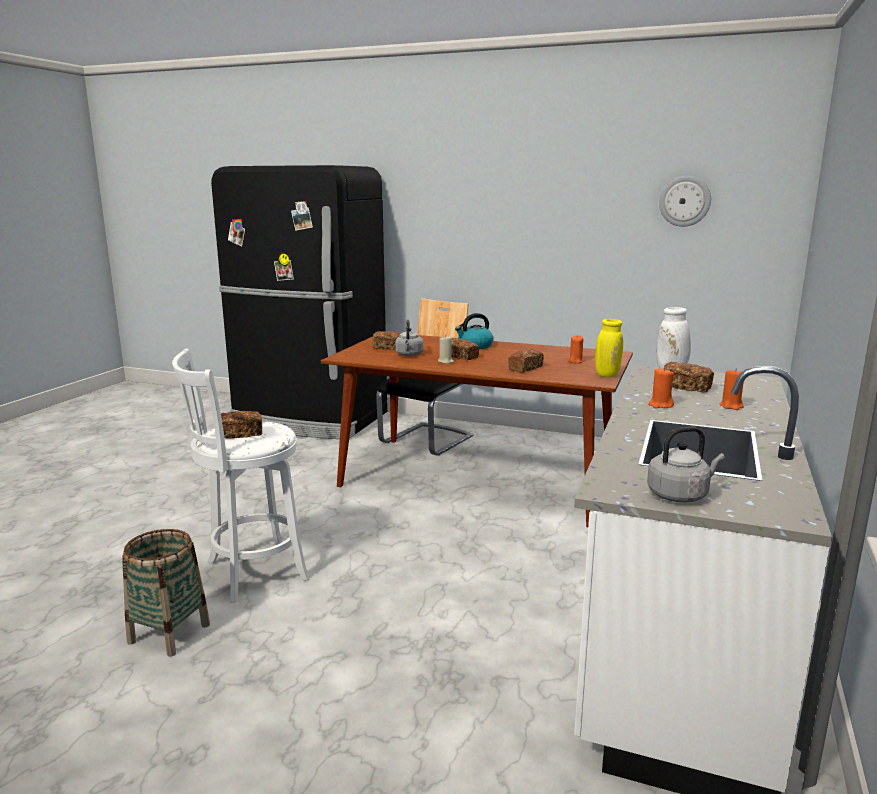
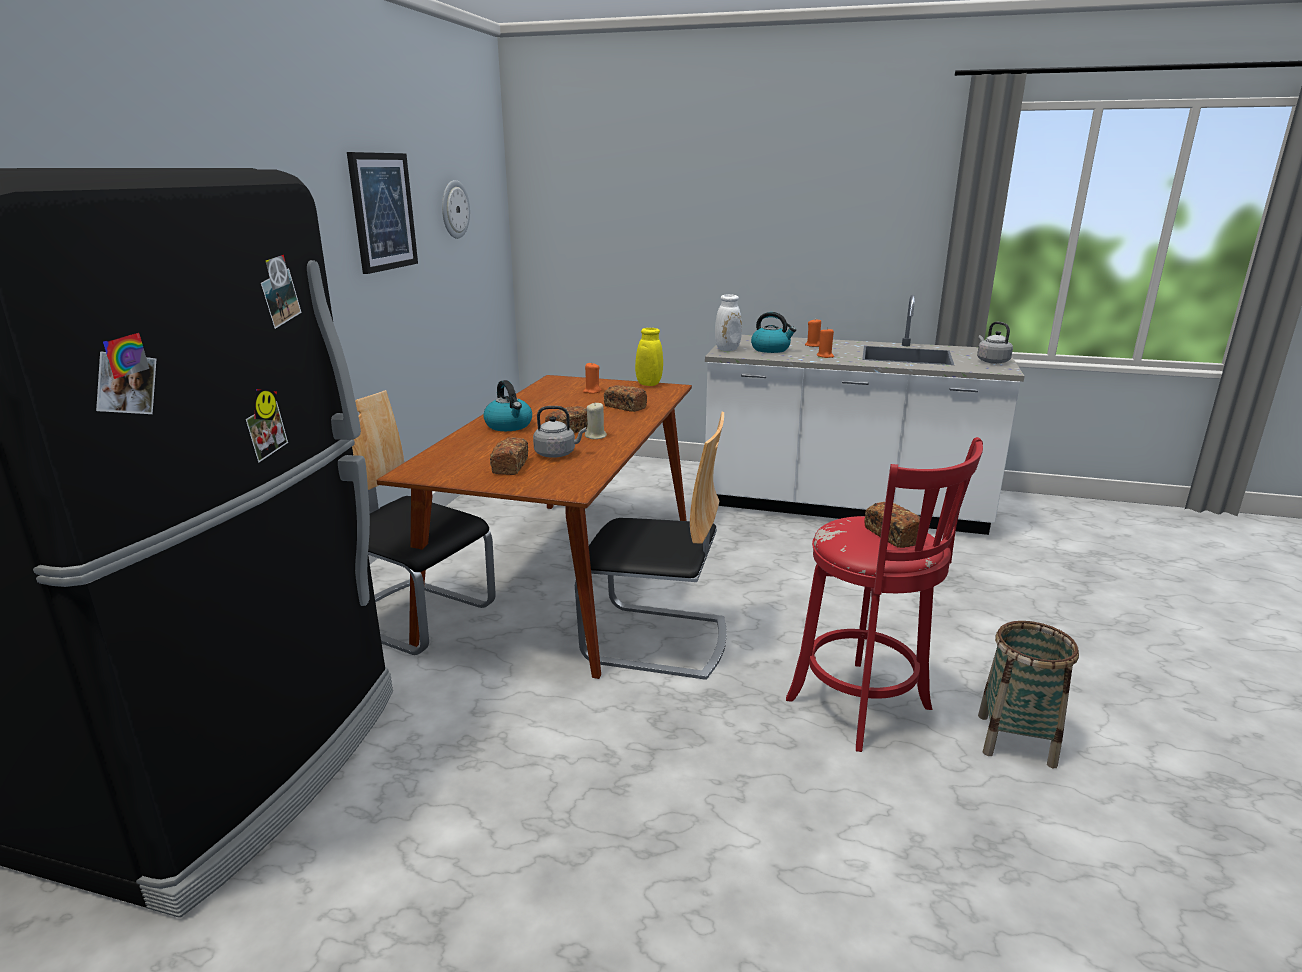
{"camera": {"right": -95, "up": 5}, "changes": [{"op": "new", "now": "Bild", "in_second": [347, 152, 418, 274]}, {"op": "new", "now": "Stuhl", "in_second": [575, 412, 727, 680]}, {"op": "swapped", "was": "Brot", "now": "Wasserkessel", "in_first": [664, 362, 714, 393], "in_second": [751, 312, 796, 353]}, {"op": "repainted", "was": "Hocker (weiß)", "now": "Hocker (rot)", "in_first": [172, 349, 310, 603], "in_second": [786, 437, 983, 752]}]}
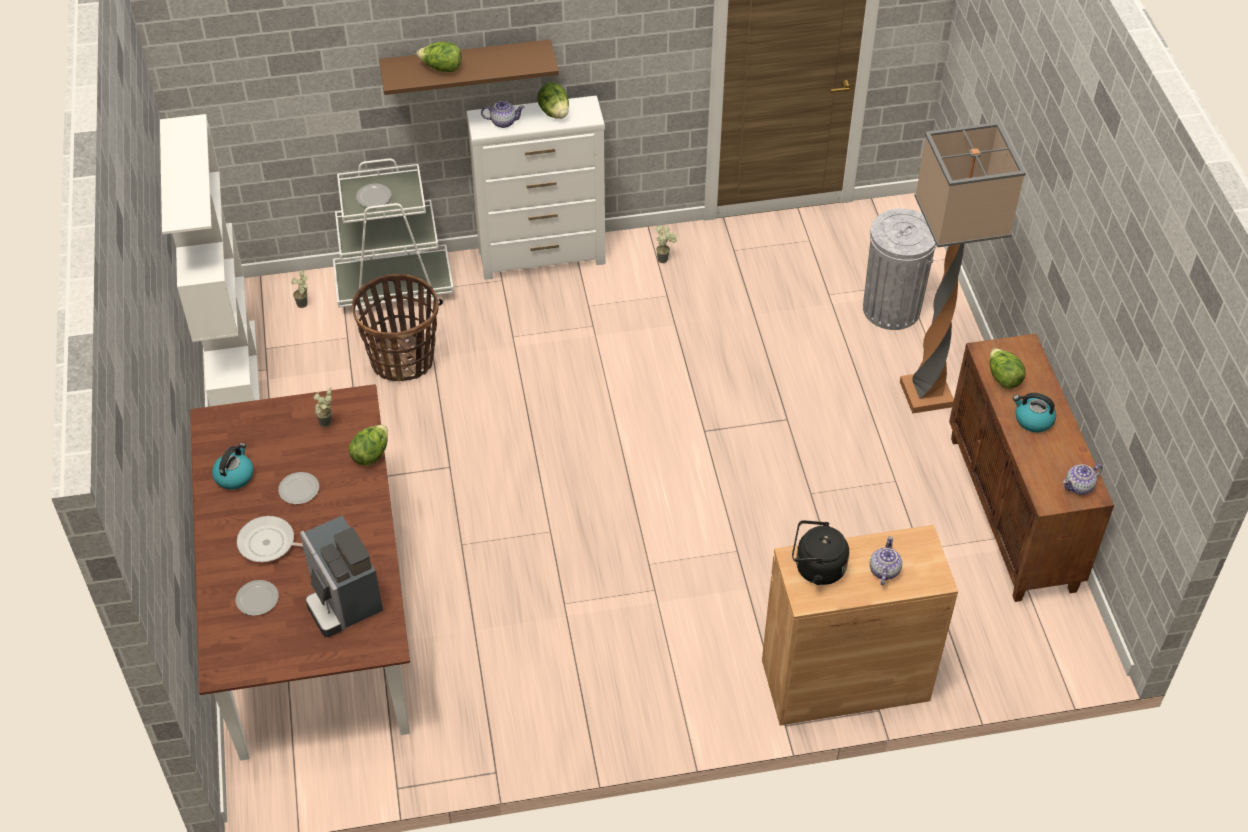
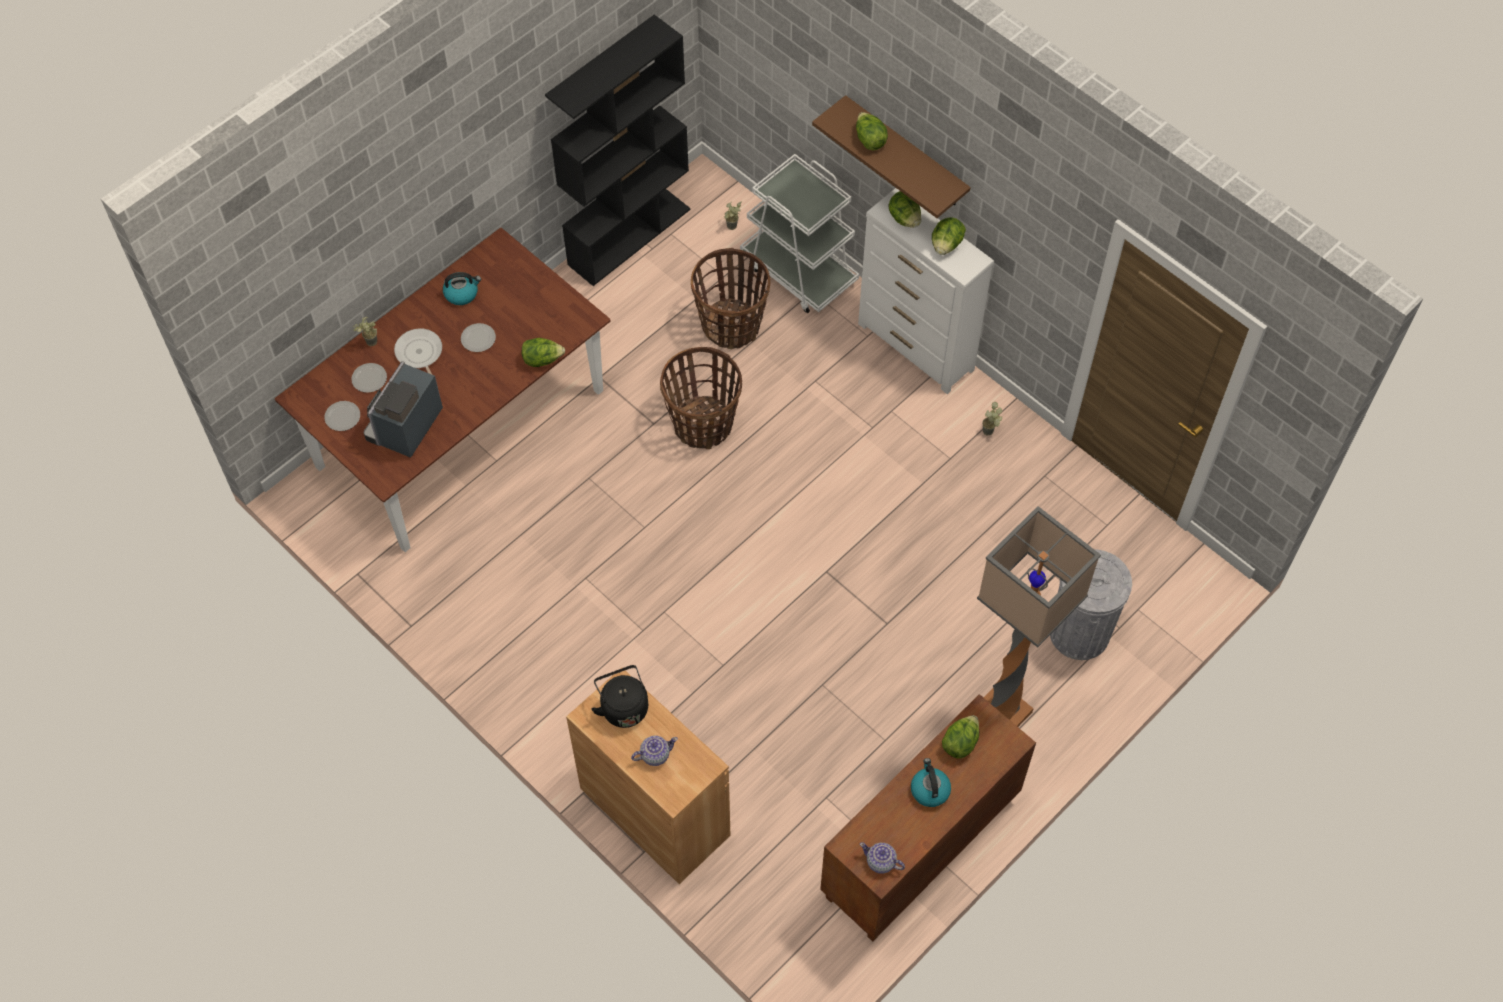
{"camera": {"right": 55, "up": 10}, "changes": [{"op": "shifted", "was": "Teller", "in_first": [356, 184, 391, 207], "in_second": [324, 401, 360, 431]}, {"op": "shifted", "was": "Topfpflanze", "in_first": [313, 388, 332, 428], "in_second": [353, 317, 377, 346]}, {"op": "repainted", "was": "Bücherregal (weiß)", "now": "Bücherregal (schwarz)", "in_first": [160, 114, 260, 406], "in_second": [545, 15, 690, 286]}, {"op": "new", "now": "Korb", "in_second": [660, 347, 742, 449]}, {"op": "swapped", "was": "Teekanne", "now": "Salatkopf", "in_first": [481, 101, 525, 128], "in_second": [889, 191, 921, 228]}]}
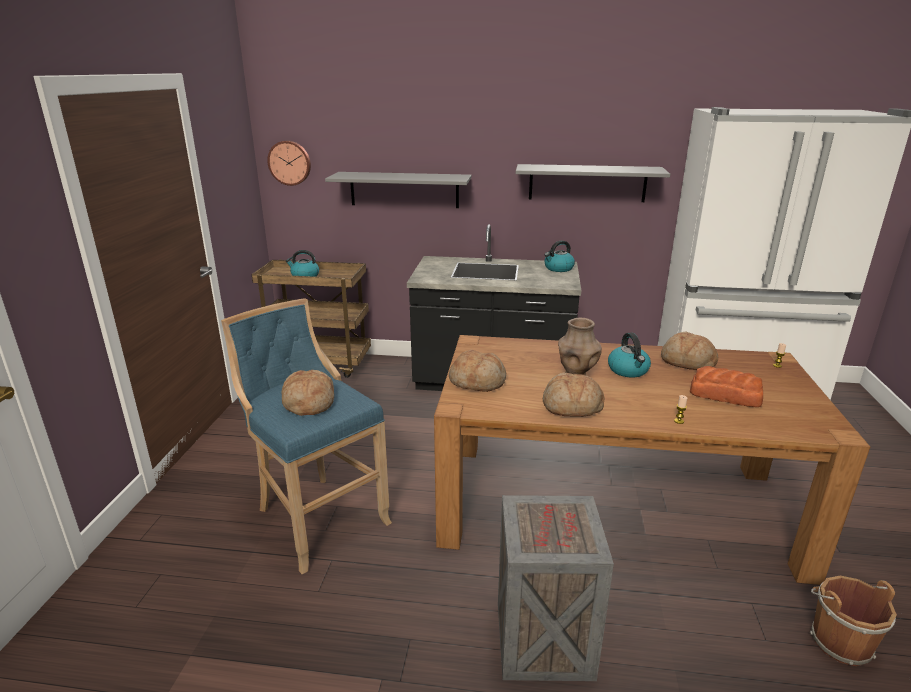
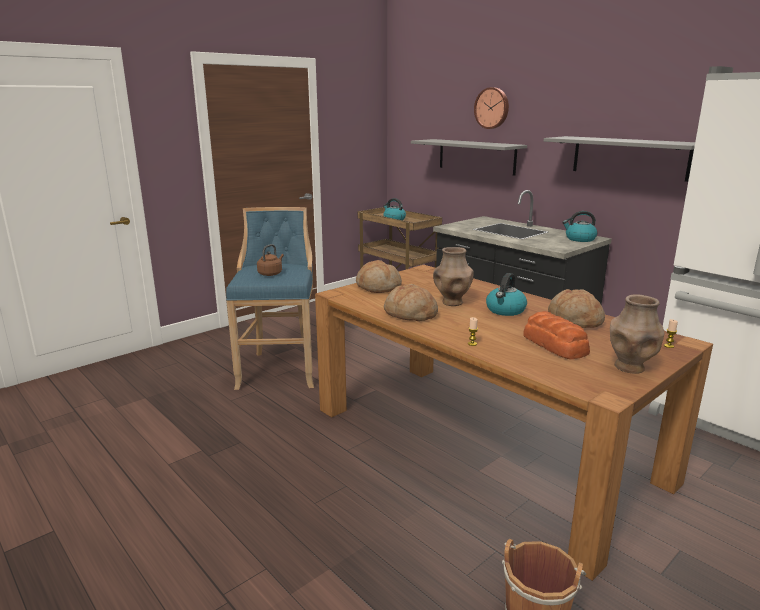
{"camera": {"right": 40, "up": -5}, "changes": [{"op": "swapped", "was": "Brot", "now": "Wasserkessel (braun)", "in_first": [282, 370, 334, 416], "in_second": [257, 244, 284, 276]}, {"op": "shifted", "was": "Wanduhr", "in_first": [267, 141, 311, 186], "in_second": [474, 87, 509, 129]}, {"op": "new", "now": "Vase (braun)", "in_second": [610, 294, 664, 374]}, {"op": "gone", "was": "Kiste", "in_first": [498, 495, 614, 681]}]}
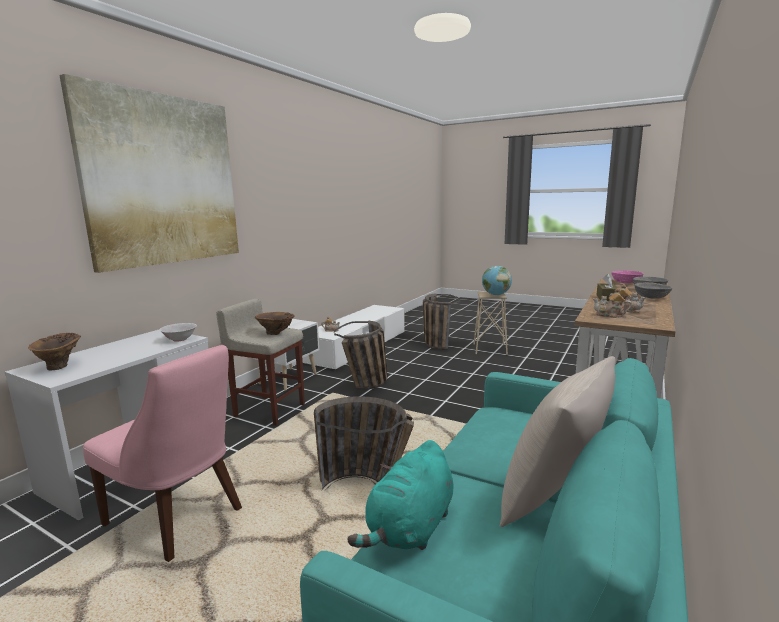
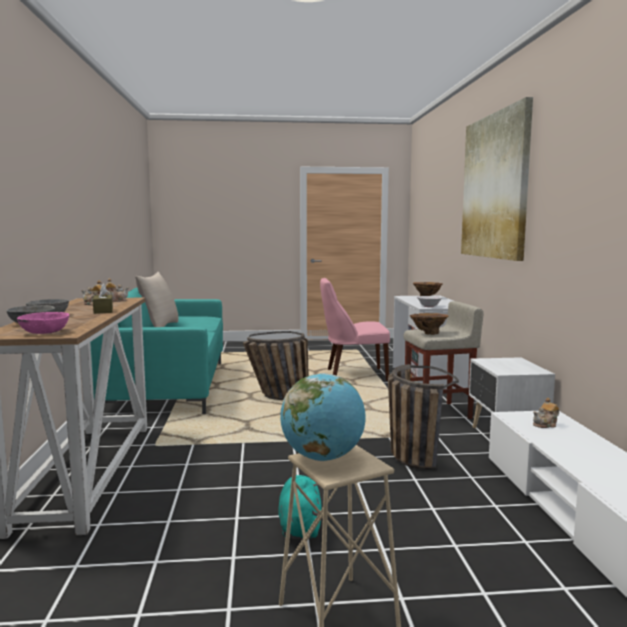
{"camera": {"right": 145, "up": -5}, "changes": [{"op": "shifted", "was": "Plüschtier (türkis)", "in_first": [348, 440, 453, 550], "in_second": [278, 475, 321, 539]}, {"op": "gone", "was": "Korb", "in_first": [423, 293, 461, 350]}]}
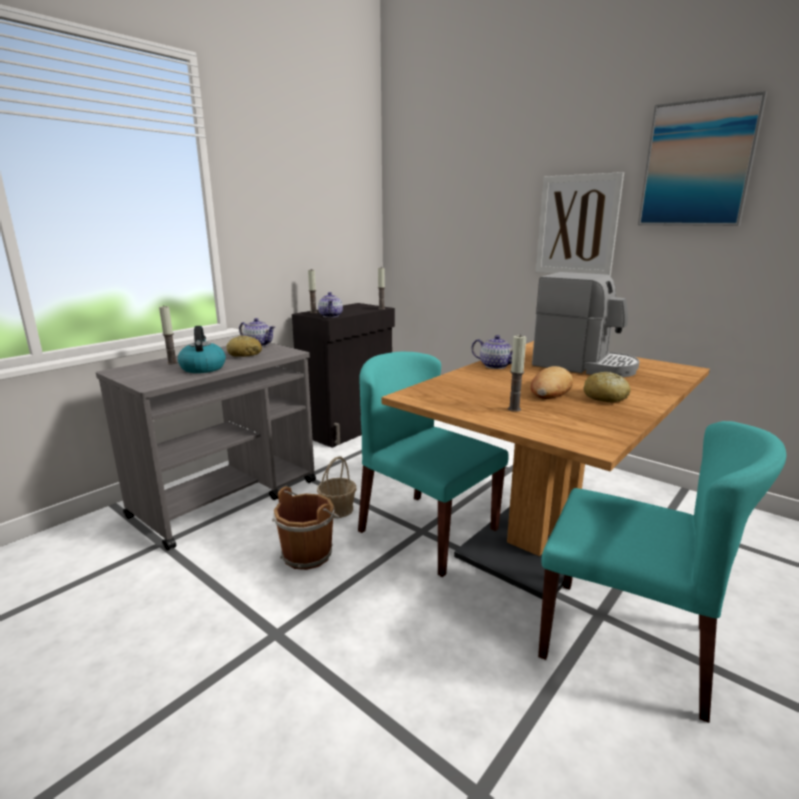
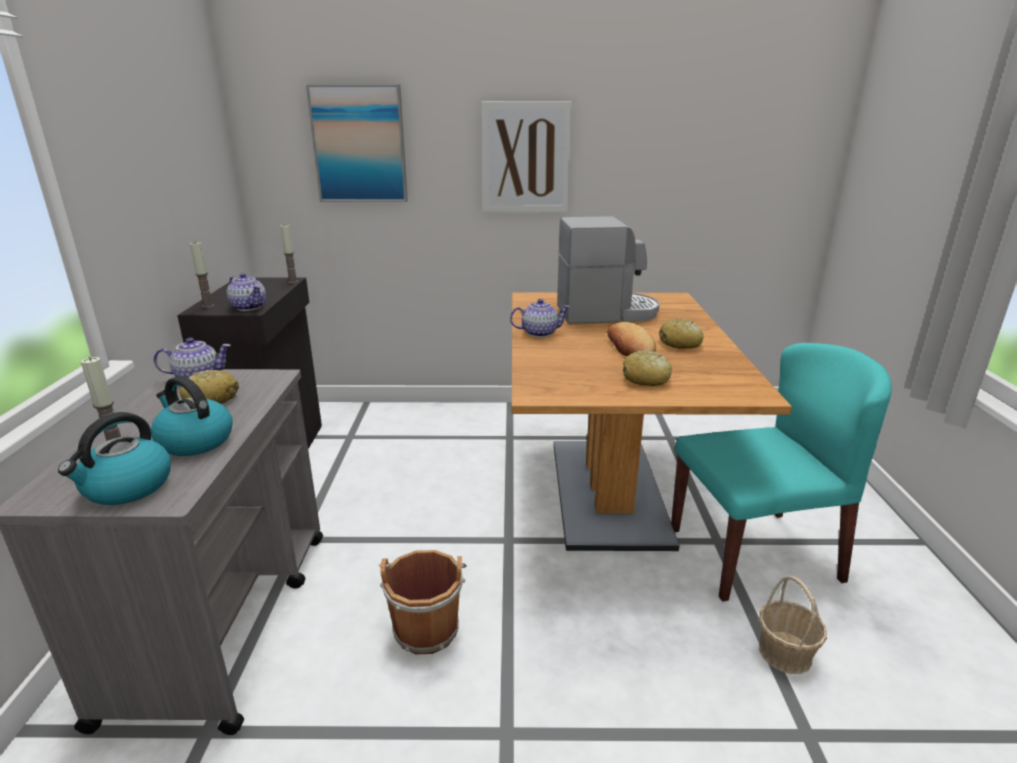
{"camera": {"right": -40, "up": 5}, "changes": [{"op": "new", "now": "Wasserkessel", "in_second": [58, 412, 171, 505]}, {"op": "shifted", "was": "Bild", "in_first": [638, 91, 767, 226], "in_second": [306, 84, 408, 202]}, {"op": "swapped", "was": "Kerze", "now": "Brot", "in_first": [508, 334, 526, 412], "in_second": [623, 350, 672, 386]}, {"op": "shifted", "was": "Korb", "in_first": [317, 456, 356, 518], "in_second": [759, 576, 827, 674]}, {"op": "gone", "was": "Stuhl (türkis)", "in_first": [358, 352, 509, 577]}]}
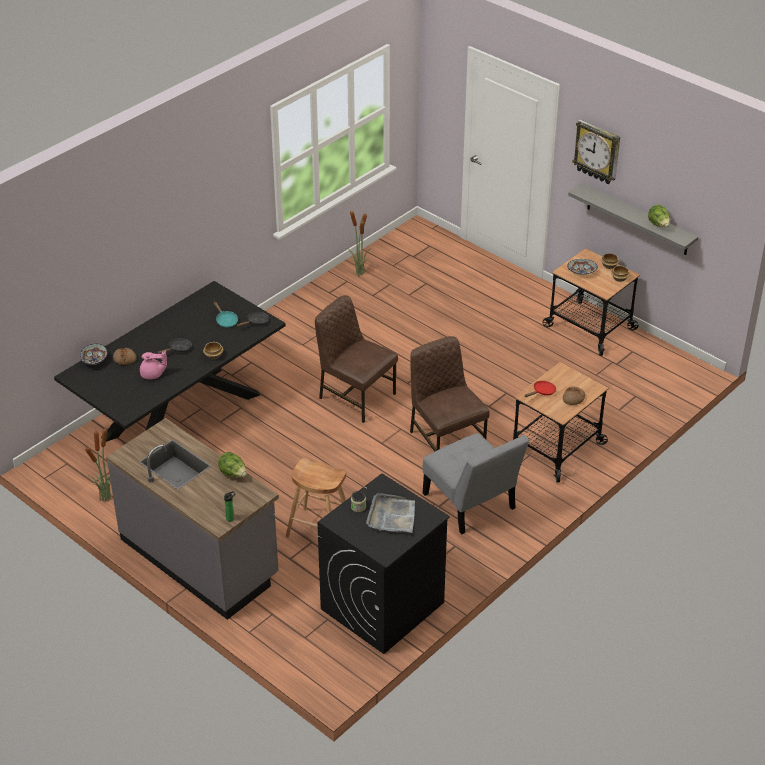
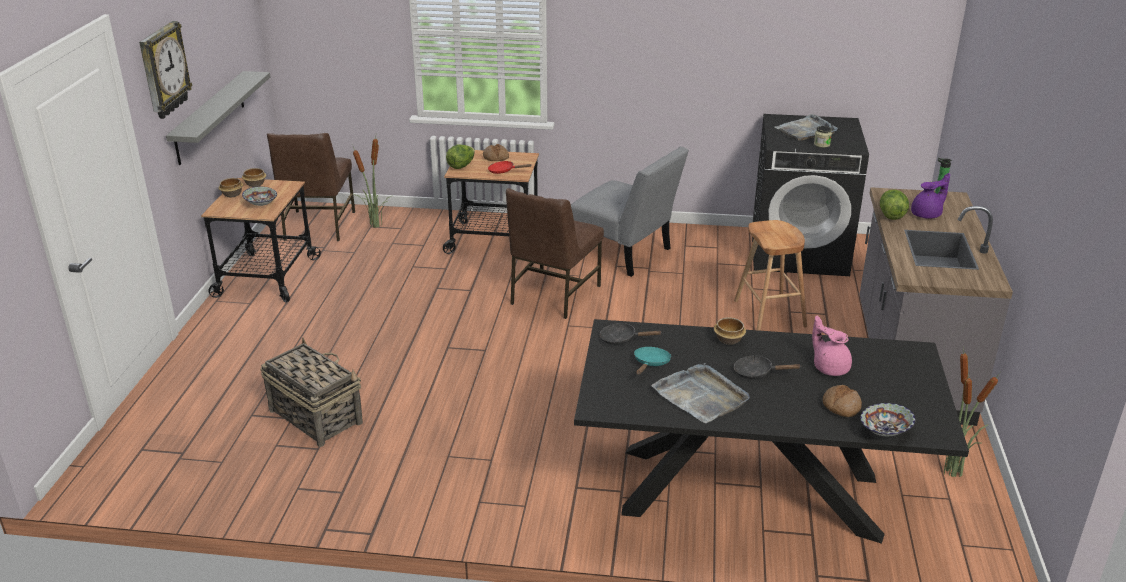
{"camera": {"right": -125, "up": -10}, "changes": [{"op": "new", "now": "Korb", "in_second": [260, 337, 363, 447]}, {"op": "shifted", "was": "Stuhl (braun)", "in_first": [315, 295, 398, 423], "in_second": [267, 133, 355, 241]}, {"op": "shifted", "was": "Topfpflanze", "in_first": [345, 210, 372, 276], "in_second": [353, 138, 391, 228]}, {"op": "shifted", "was": "Salatkopf", "in_first": [648, 205, 670, 227], "in_second": [446, 144, 475, 169]}, {"op": "rotated", "was": "Stuhl (grau)", "in_first": [423, 433, 529, 534], "in_second": [571, 147, 689, 277], "clockwise": 105}, {"op": "new", "now": "Tablett (grau)", "in_second": [651, 363, 750, 423]}, {"op": "new", "now": "Teekanne (lila)", "in_second": [911, 173, 950, 219]}]}
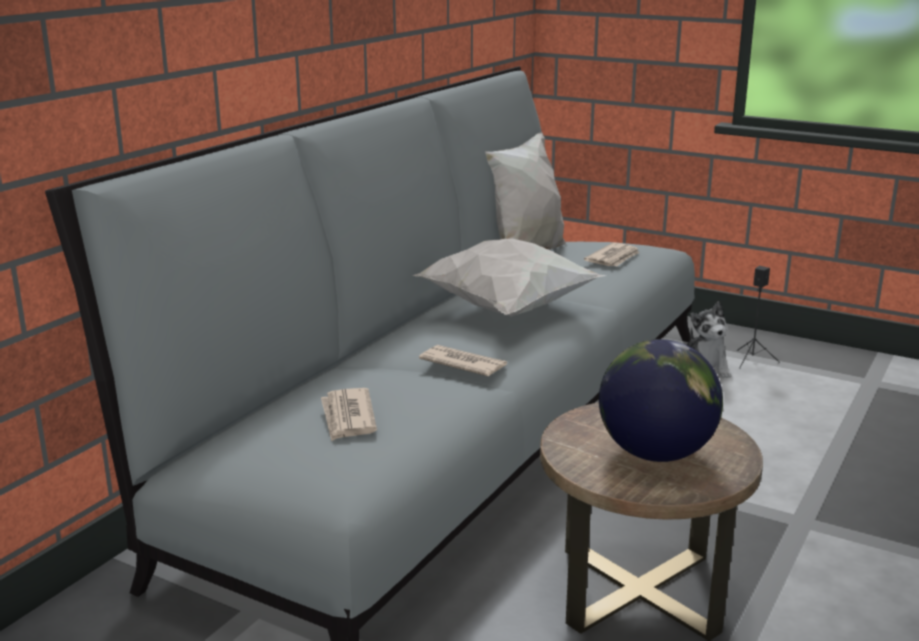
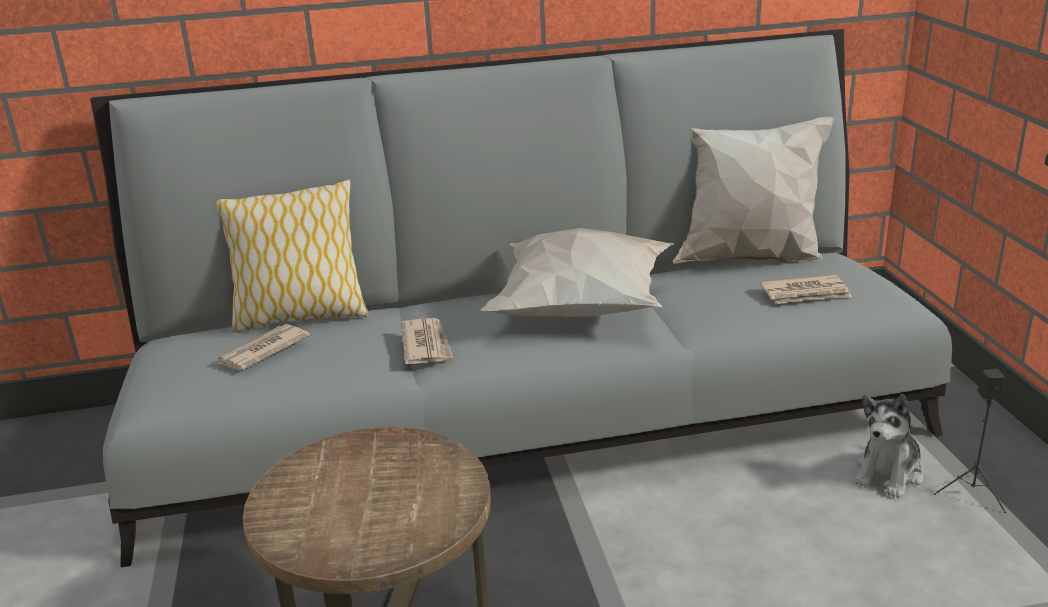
{"camera": {"right": 50, "up": 5}, "changes": [{"op": "new", "now": "Kissen", "in_second": [216, 179, 368, 333]}, {"op": "gone", "was": "Globus", "in_first": [599, 339, 723, 462]}]}
